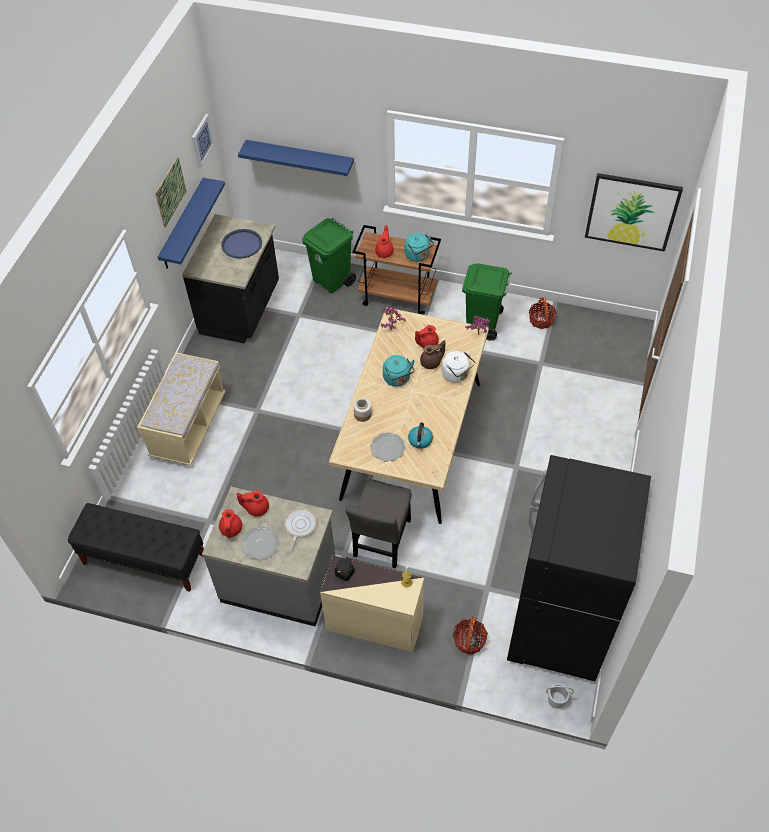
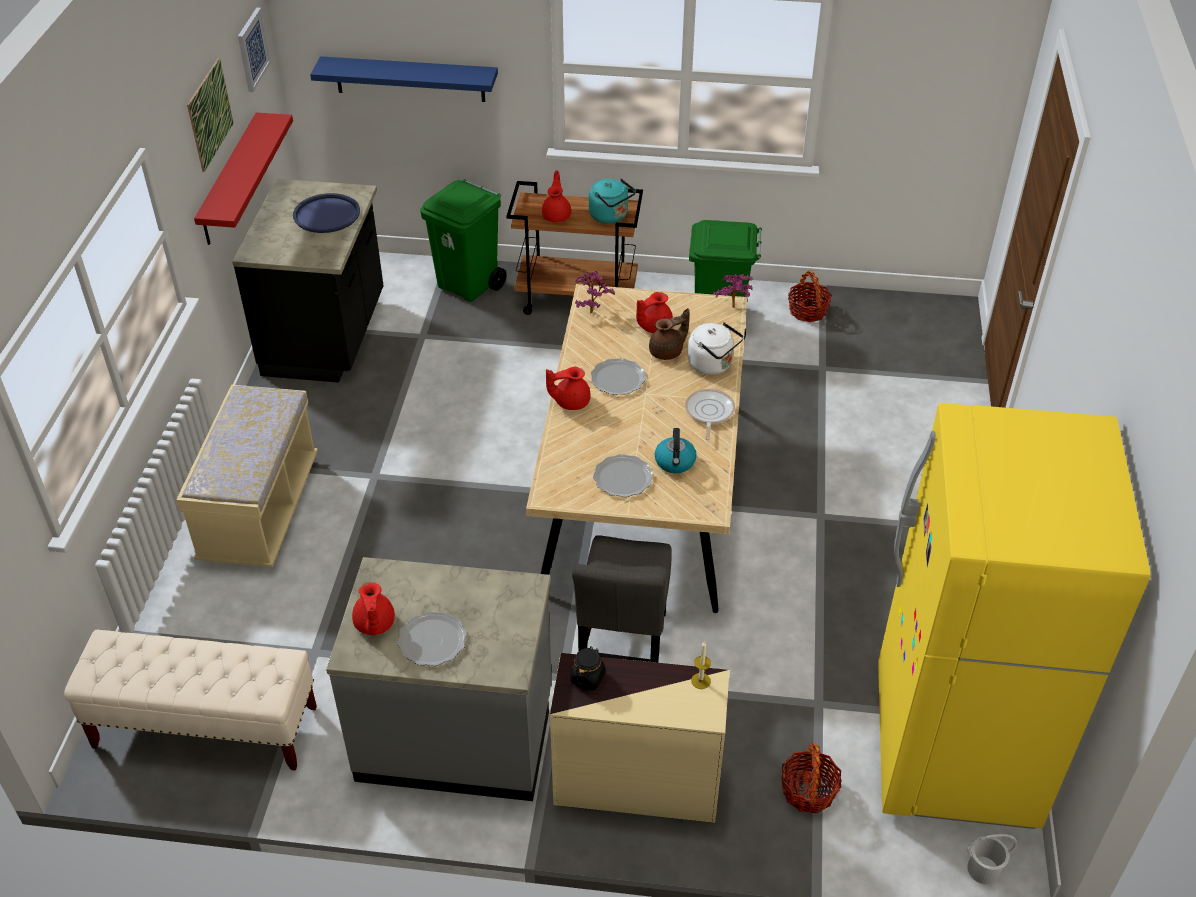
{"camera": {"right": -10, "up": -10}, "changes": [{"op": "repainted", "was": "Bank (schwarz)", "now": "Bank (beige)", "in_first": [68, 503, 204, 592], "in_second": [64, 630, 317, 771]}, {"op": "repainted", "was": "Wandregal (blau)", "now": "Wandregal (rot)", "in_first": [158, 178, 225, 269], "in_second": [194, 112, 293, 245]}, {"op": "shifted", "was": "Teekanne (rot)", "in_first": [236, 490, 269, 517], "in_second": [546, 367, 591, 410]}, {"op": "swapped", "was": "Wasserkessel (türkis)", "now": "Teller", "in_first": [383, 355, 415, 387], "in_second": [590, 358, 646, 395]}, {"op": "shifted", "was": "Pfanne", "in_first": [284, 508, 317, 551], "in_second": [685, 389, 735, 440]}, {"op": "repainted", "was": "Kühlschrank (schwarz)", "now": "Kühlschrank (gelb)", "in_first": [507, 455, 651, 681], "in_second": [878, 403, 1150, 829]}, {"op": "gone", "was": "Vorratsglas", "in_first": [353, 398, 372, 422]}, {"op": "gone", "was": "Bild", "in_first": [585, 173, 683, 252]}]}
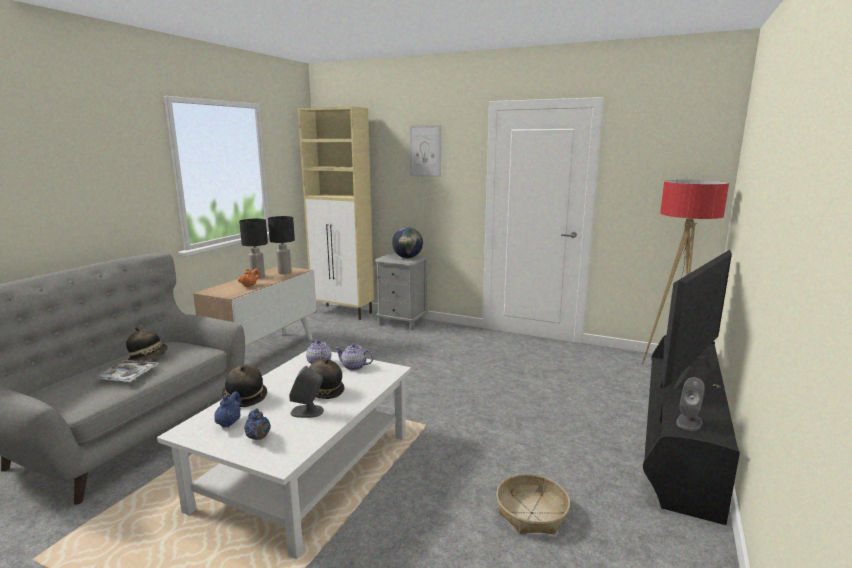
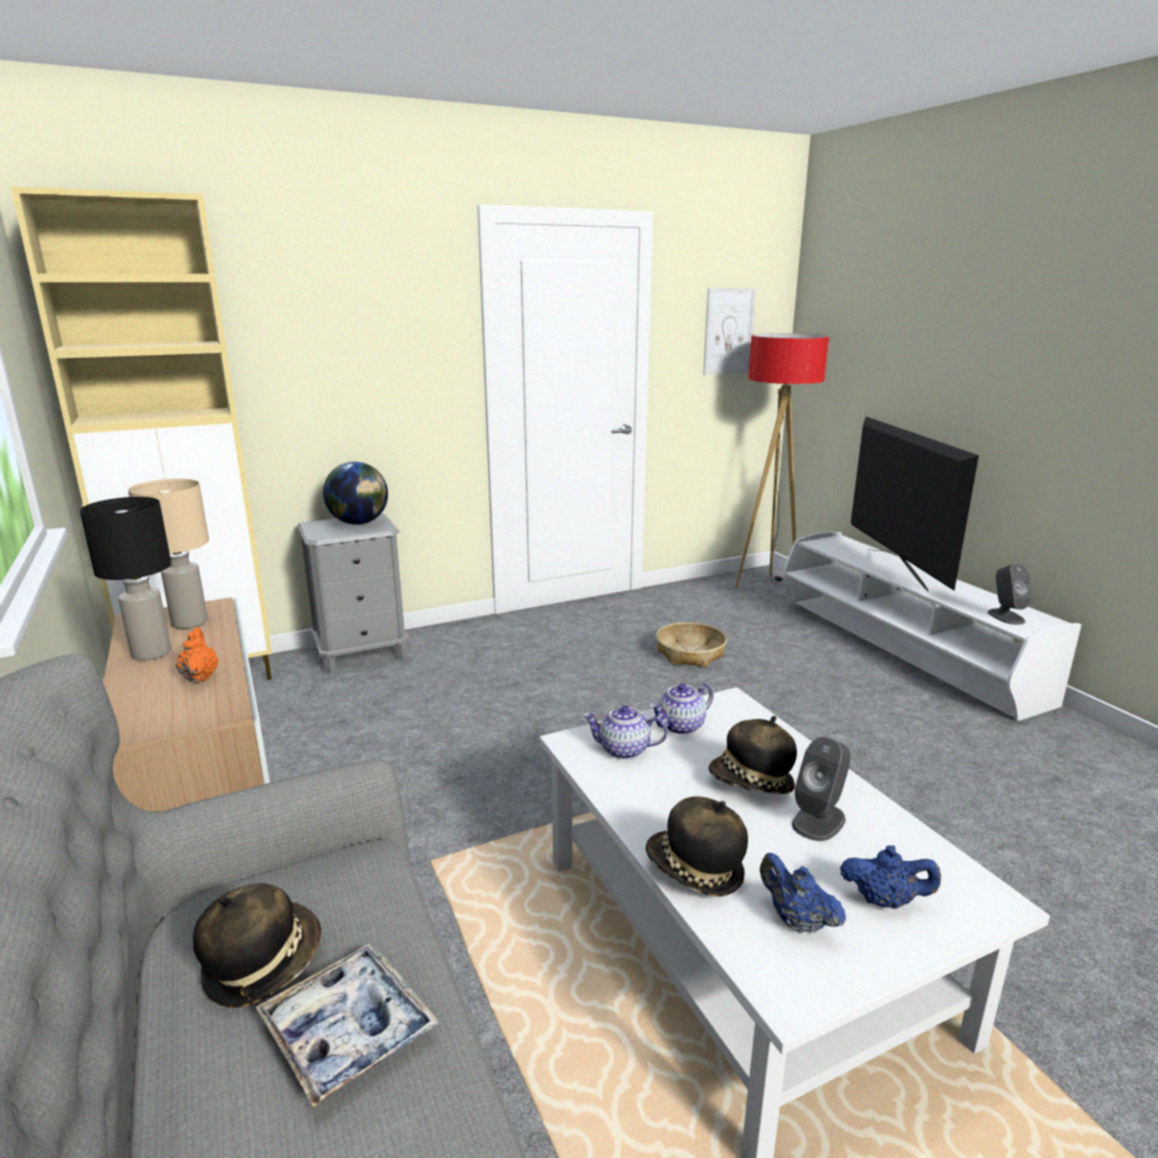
{"camera": {"right": -50, "up": 5}, "changes": [{"op": "repainted", "was": "Tischlampe (schwarz)", "now": "Tischlampe (beige)", "in_first": [268, 216, 295, 274], "in_second": [128, 479, 209, 629]}, {"op": "shifted", "was": "Korb", "in_first": [496, 474, 570, 534], "in_second": [656, 622, 727, 667]}, {"op": "shifted", "was": "Bild", "in_first": [409, 125, 441, 177], "in_second": [703, 288, 756, 375]}, {"op": "repainted", "was": "Fernsehschrank (schwarz)", "now": "Fernsehschrank (weiß)", "in_first": [643, 335, 740, 525], "in_second": [783, 532, 1081, 721]}]}
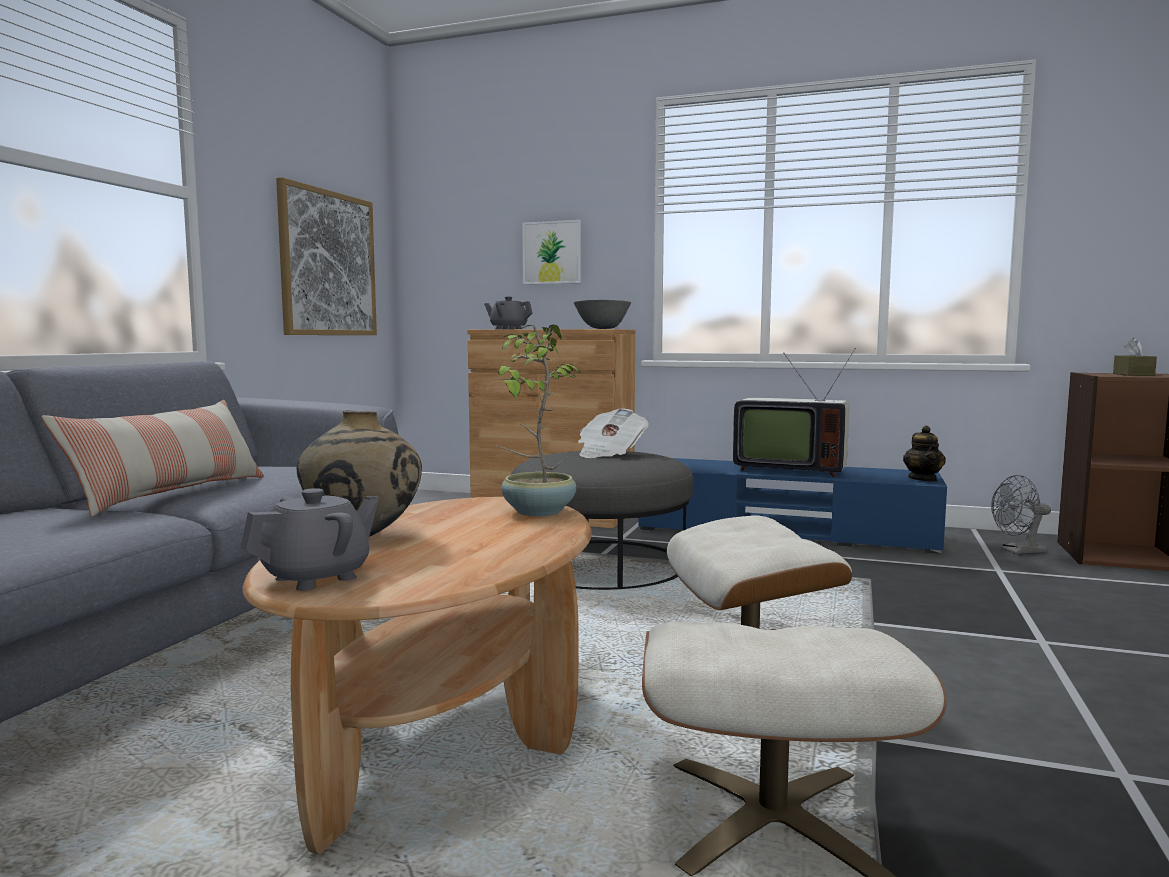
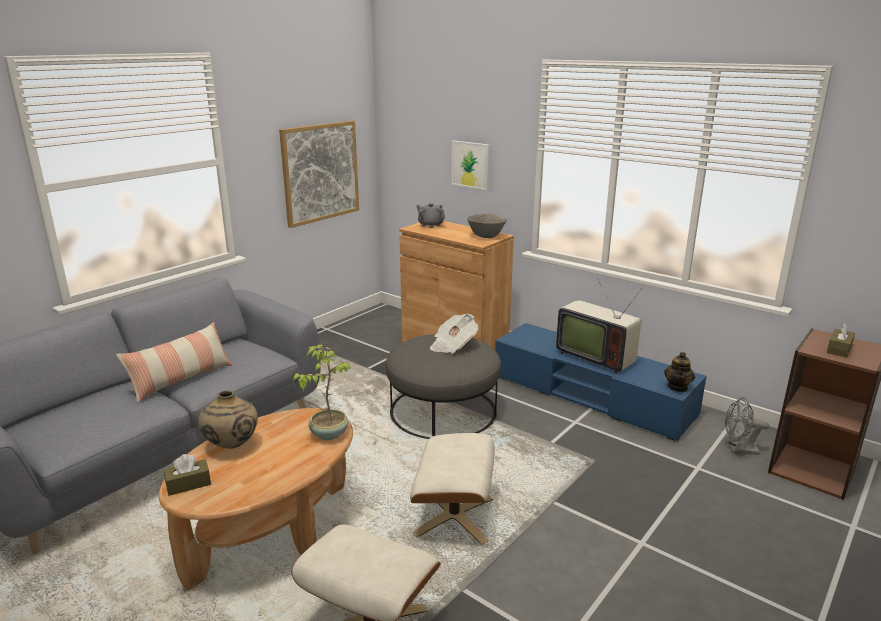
{"camera": {"right": 20, "up": 15}, "changes": [{"op": "swapped", "was": "Teekanne (grau)", "now": "Taschentuchbox (braun)", "in_first": [240, 488, 379, 591], "in_second": [164, 454, 211, 496]}]}
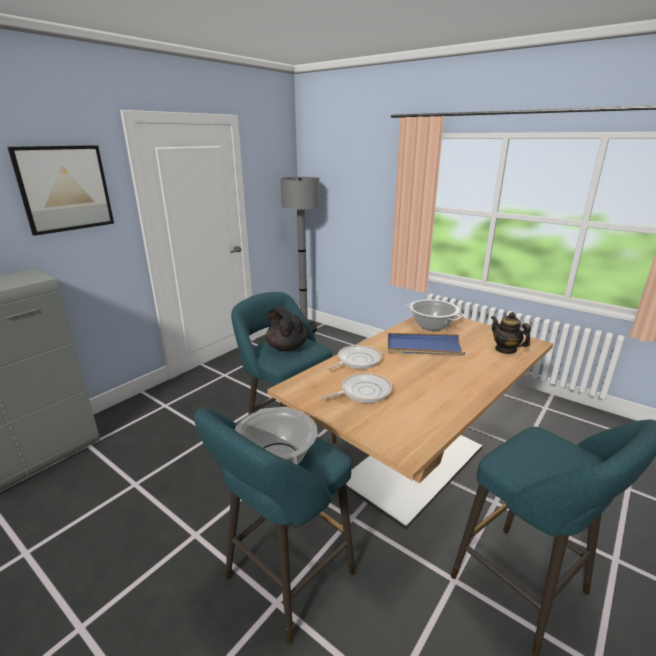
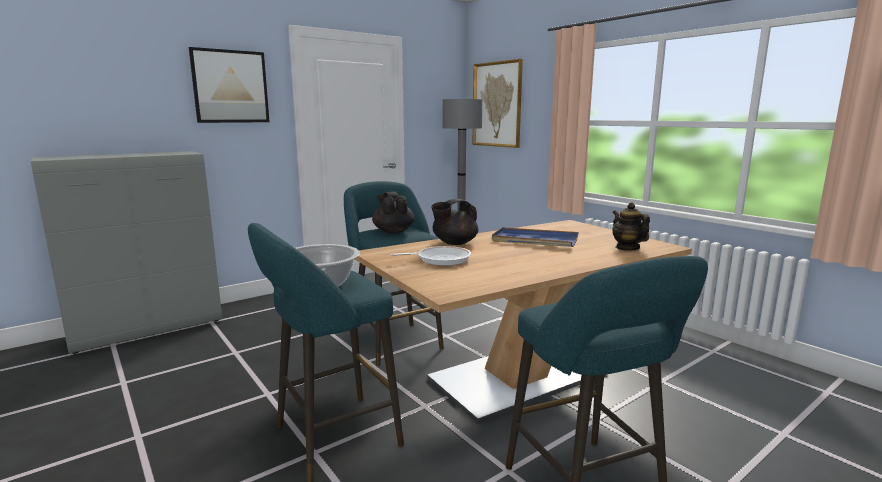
{"camera": {"right": 15, "up": -10}, "changes": [{"op": "swapped", "was": "Pfanne", "now": "Teekanne (schwarz)", "in_first": [326, 345, 382, 370], "in_second": [431, 199, 478, 245]}, {"op": "new", "now": "Bild", "in_second": [472, 59, 523, 148]}, {"op": "gone", "was": "Kochtopf", "in_first": [405, 299, 464, 331]}]}
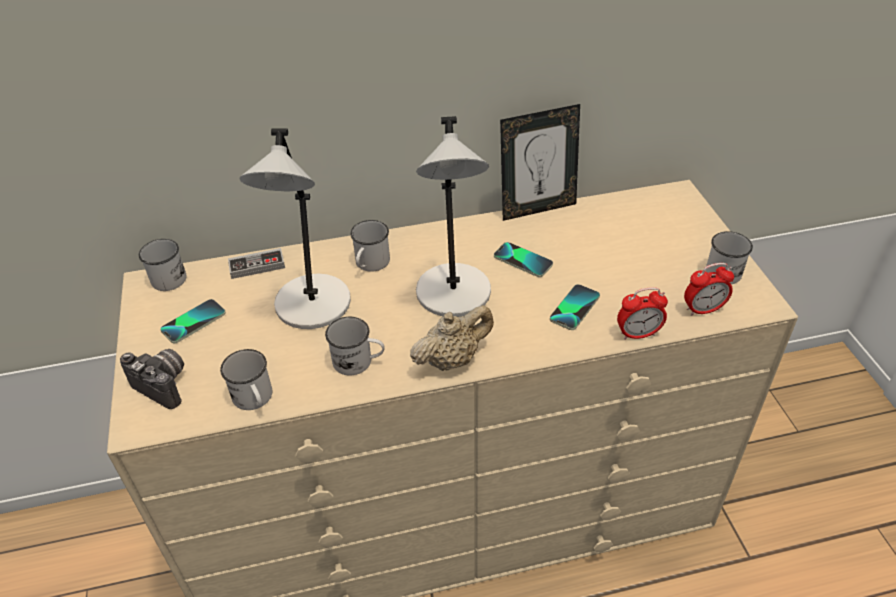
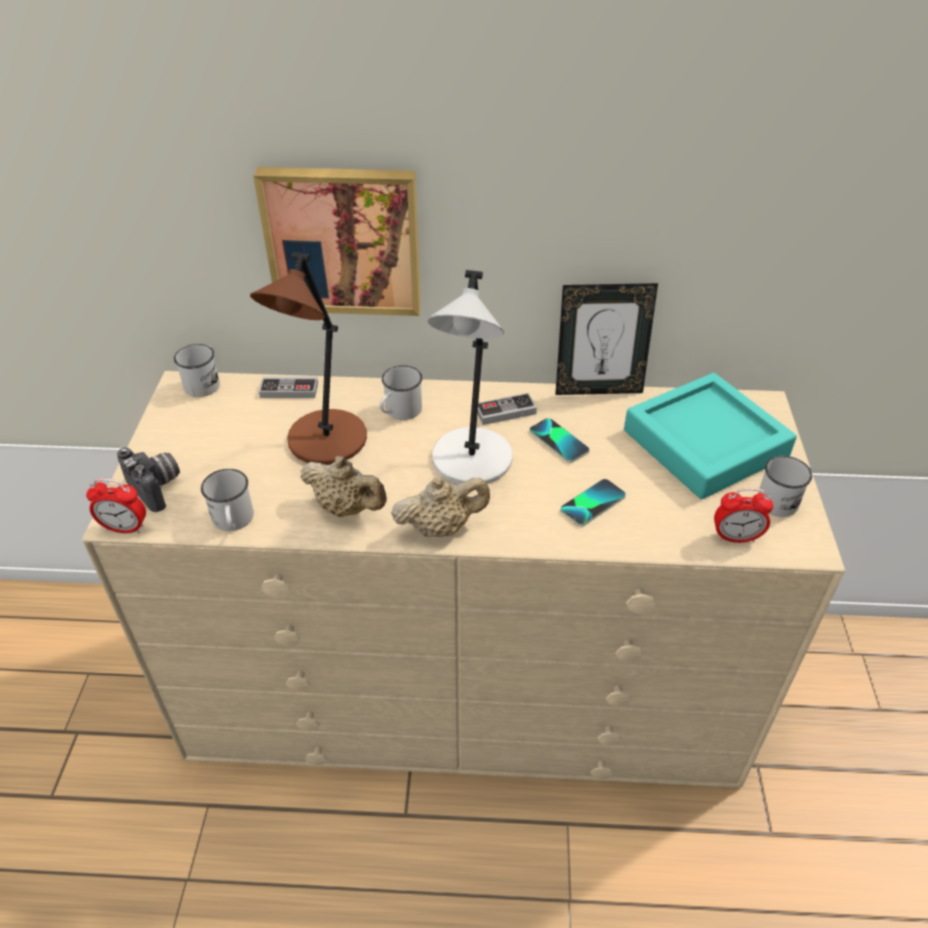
{"camera": {"right": 15, "up": 0}, "changes": [{"op": "shifted", "was": "Wecker", "in_first": [617, 287, 668, 340], "in_second": [86, 478, 146, 534]}, {"op": "repainted", "was": "Tischlampe (grau)", "now": "Tischlampe (braun)", "in_first": [239, 128, 351, 329], "in_second": [250, 252, 367, 465]}, {"op": "new", "now": "Bild", "in_second": [253, 167, 421, 316]}, {"op": "swapped", "was": "Henkelbecher (weiß)", "now": "Teekanne (beige)", "in_first": [325, 317, 385, 375], "in_second": [301, 456, 387, 517]}, {"op": "new", "now": "Gamepad", "in_second": [477, 393, 537, 425]}, {"op": "new", "now": "Tablett (türkis)", "in_second": [624, 373, 797, 499]}, {"op": "gone", "was": "Handy", "in_first": [160, 299, 226, 343]}]}
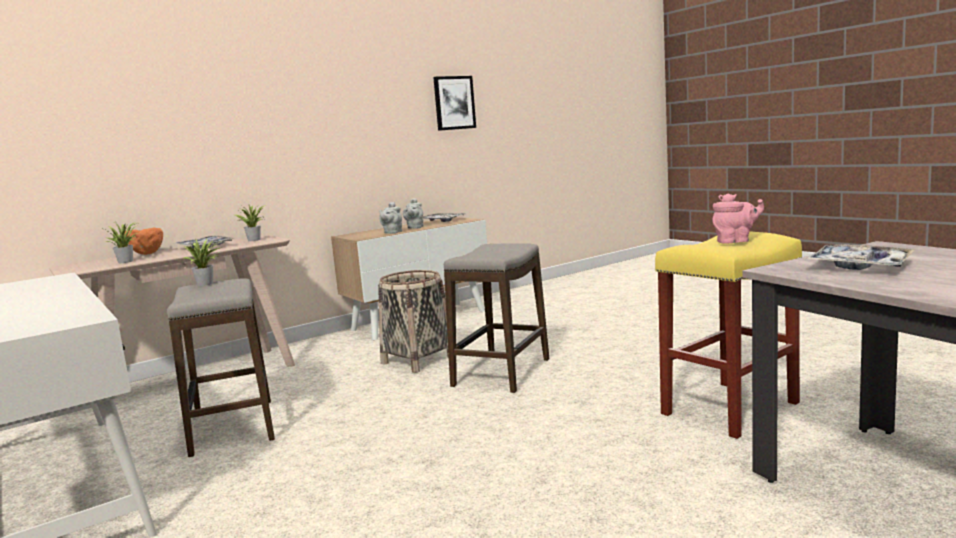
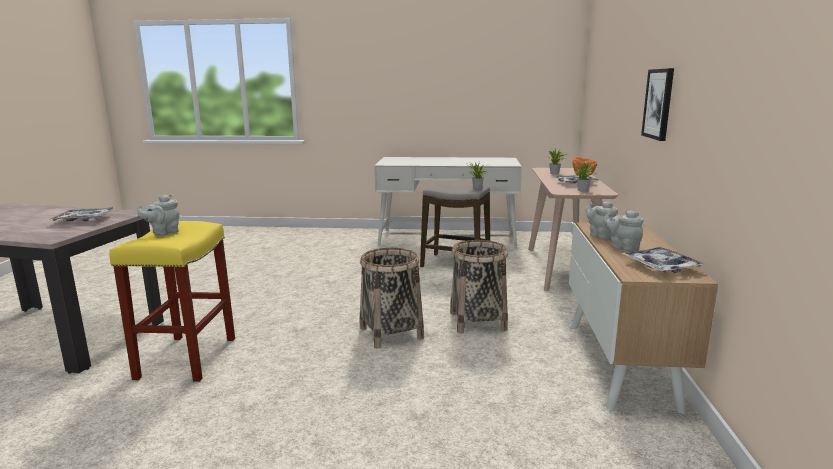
{"camera": {"right": 130, "up": 5}, "changes": [{"op": "repainted", "was": "Teekanne (rosa)", "now": "Teekanne (grau)", "in_first": [712, 193, 764, 243], "in_second": [137, 194, 180, 236]}, {"op": "swapped", "was": "Hocker", "now": "Korb", "in_first": [444, 243, 549, 393], "in_second": [360, 248, 424, 349]}, {"op": "shifted", "was": "Bild", "in_first": [433, 76, 476, 131], "in_second": [641, 68, 674, 141]}]}
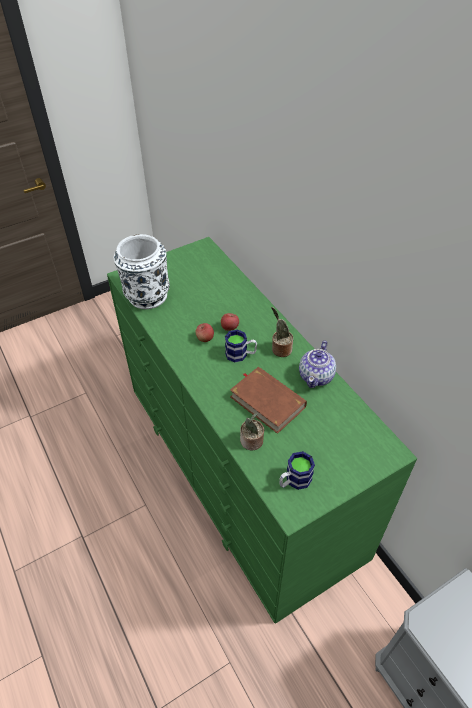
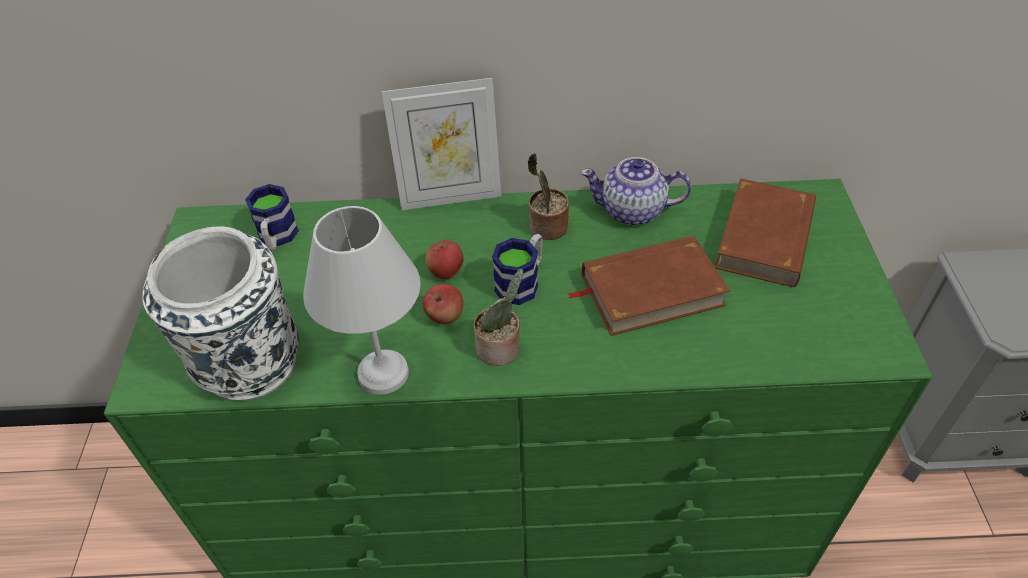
{"camera": {"right": -60, "up": 0}, "changes": [{"op": "shifted", "was": "Henkelbecher", "in_first": [279, 451, 315, 490], "in_second": [245, 184, 299, 251]}, {"op": "new", "now": "Tischlampe (weiß)", "in_second": [303, 206, 421, 395]}, {"op": "new", "now": "Bilderrahmen", "in_second": [382, 78, 501, 210]}, {"op": "shifted", "was": "Topfpflanze", "in_first": [240, 413, 264, 451], "in_second": [474, 269, 524, 366]}, {"op": "rotated", "was": "Teekanne", "in_first": [299, 340, 336, 388], "in_second": [580, 157, 692, 226], "clockwise": 135}, {"op": "new", "now": "Buch (braun)", "in_second": [715, 178, 816, 287]}]}
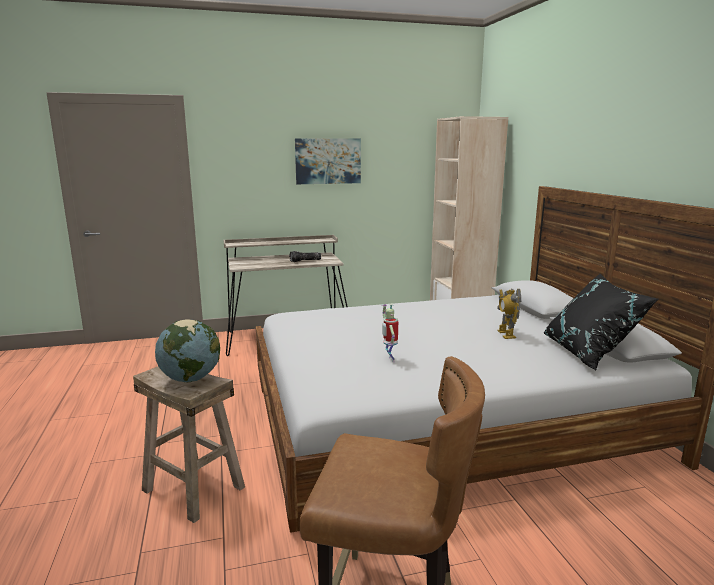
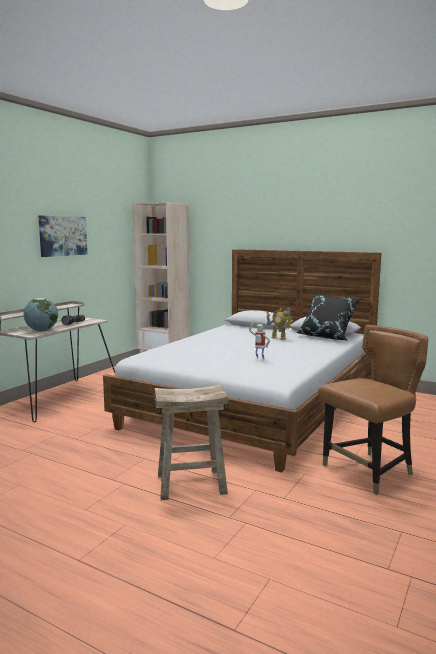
{"camera": {"right": -45, "up": -5}, "changes": [{"op": "shifted", "was": "Globus", "in_first": [155, 319, 220, 382], "in_second": [23, 298, 59, 331]}]}
